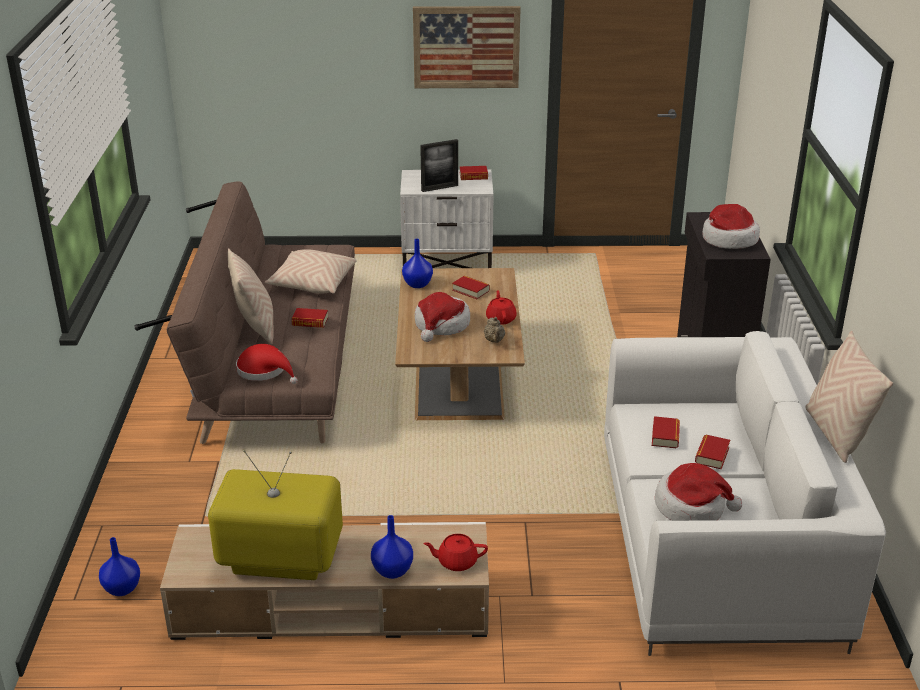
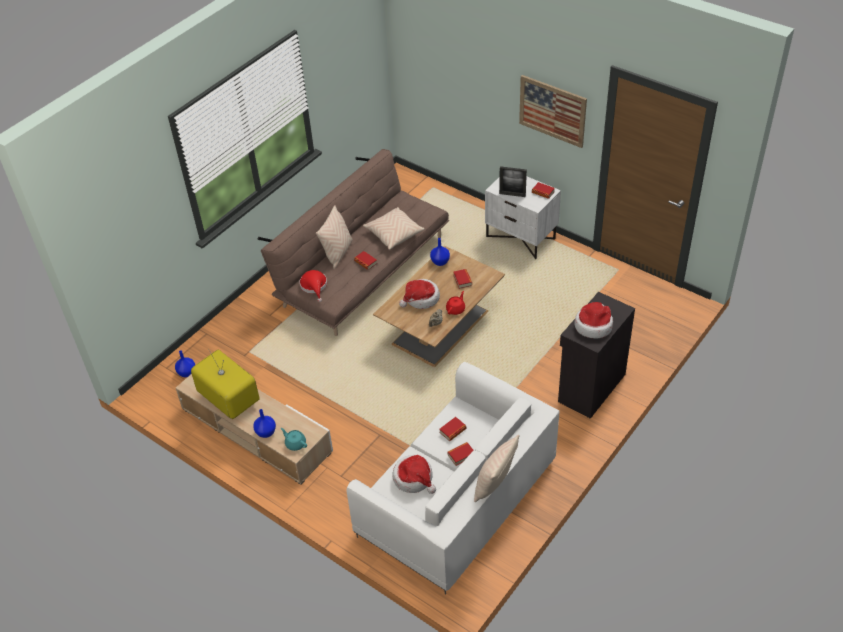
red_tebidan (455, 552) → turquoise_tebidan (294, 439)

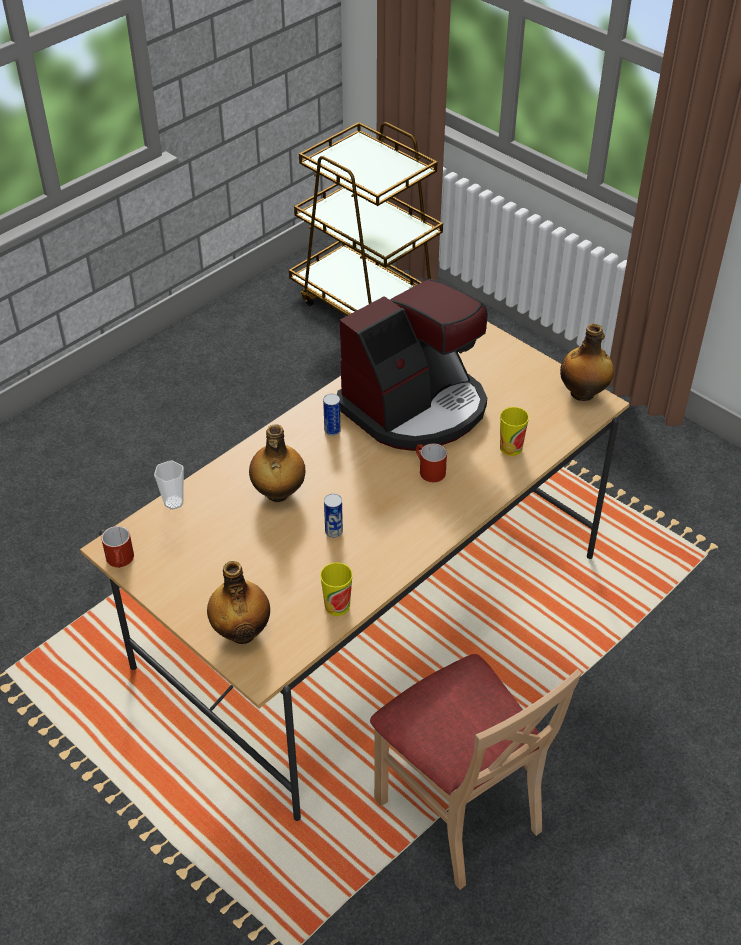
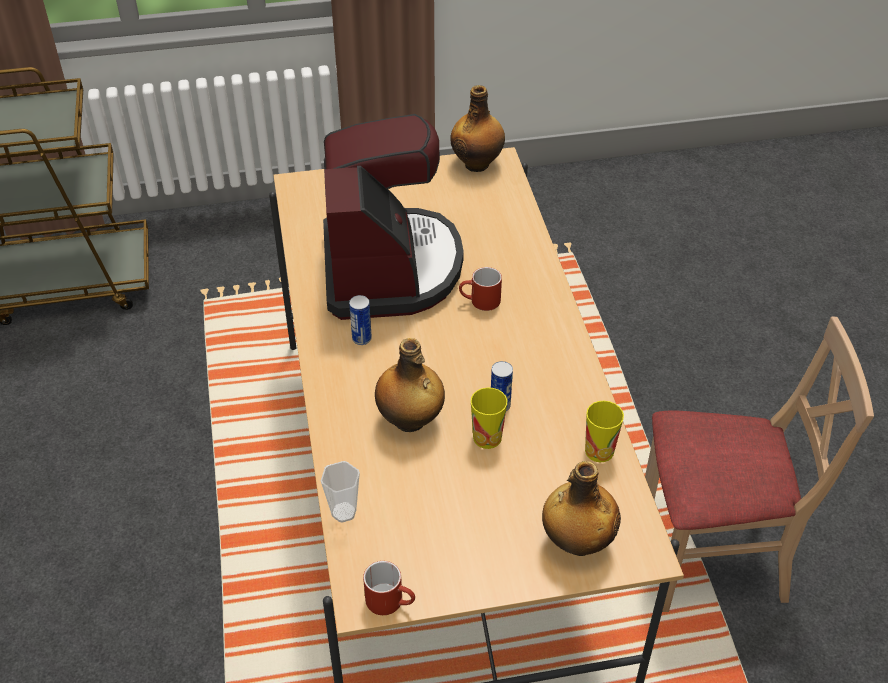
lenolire (514, 431) → lenolire (489, 418), move

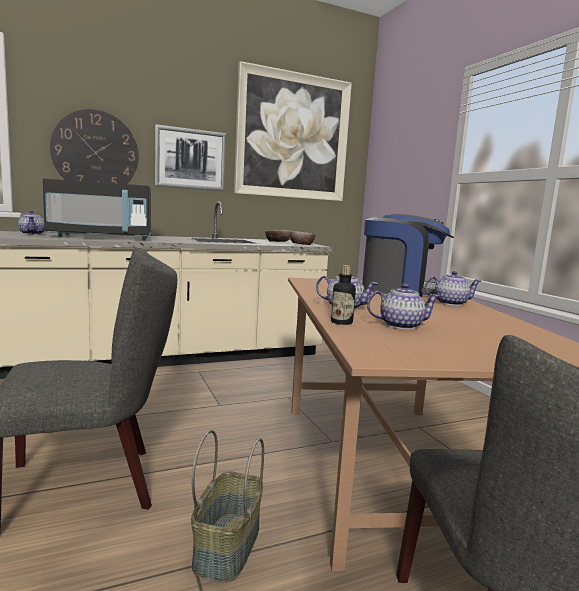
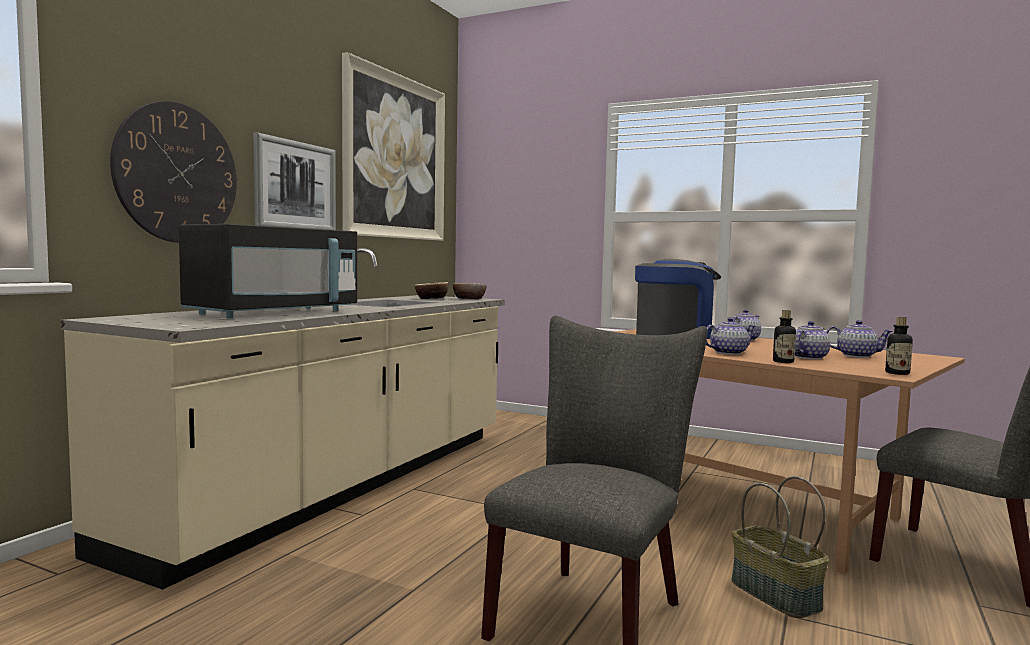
tebidan (31, 222) → tebidan (859, 339), move
- → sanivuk (899, 346)

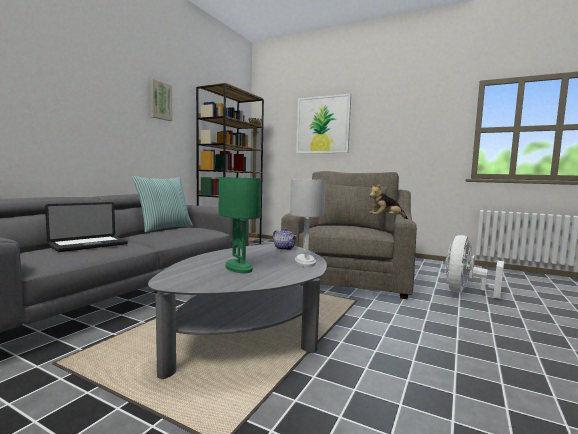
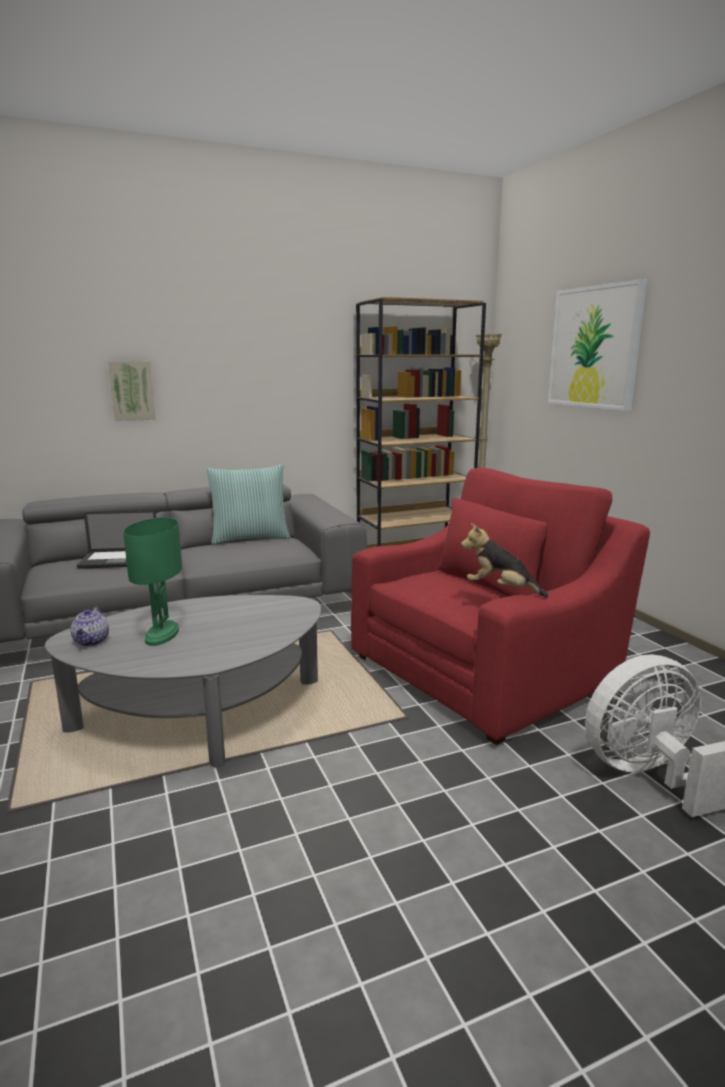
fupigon (161, 100) → fupigon (131, 391), move
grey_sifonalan (349, 235) → red_sifonalan (500, 606)
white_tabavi (308, 223) → -
tebidan (285, 239) → tebidan (90, 626), move

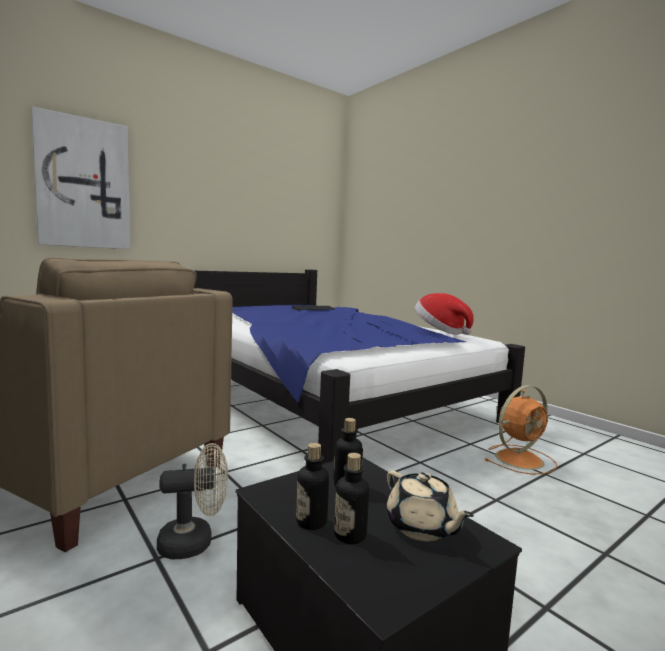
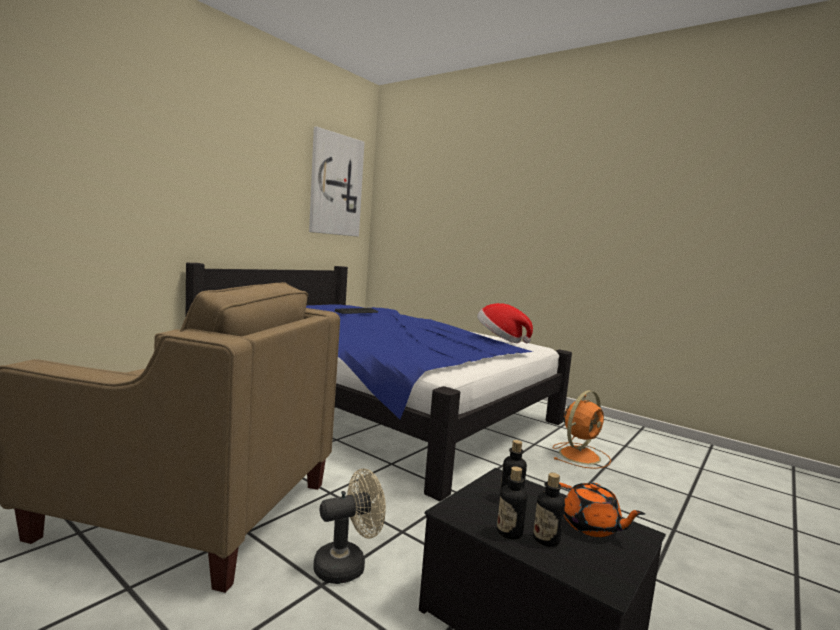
fupigon (80, 177) → fupigon (337, 181), move
beige_tebidan (430, 506) → orange_tebidan (602, 510)

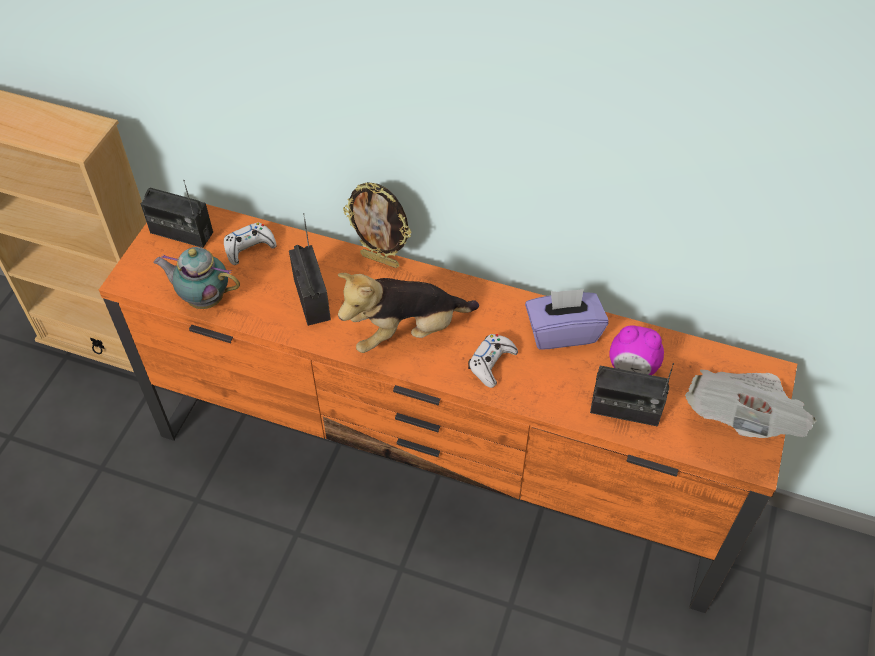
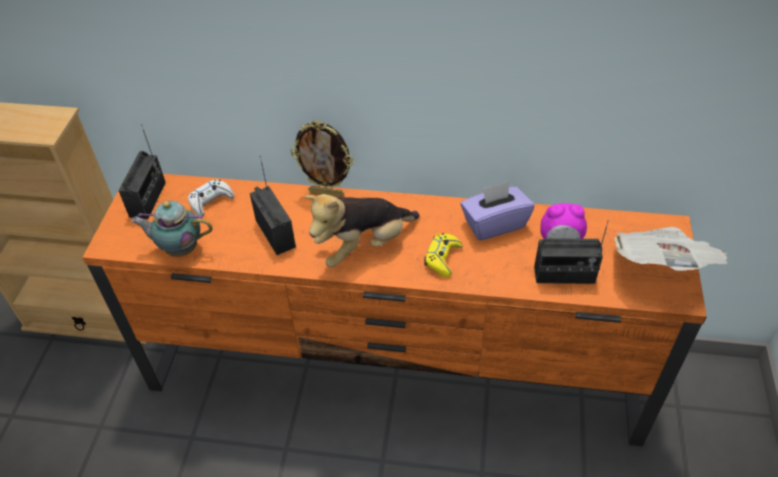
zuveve (177, 214) → zuveve (142, 171), 90 degrees counterclockwise
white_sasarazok (493, 361) → yellow_sasarazok (443, 255)

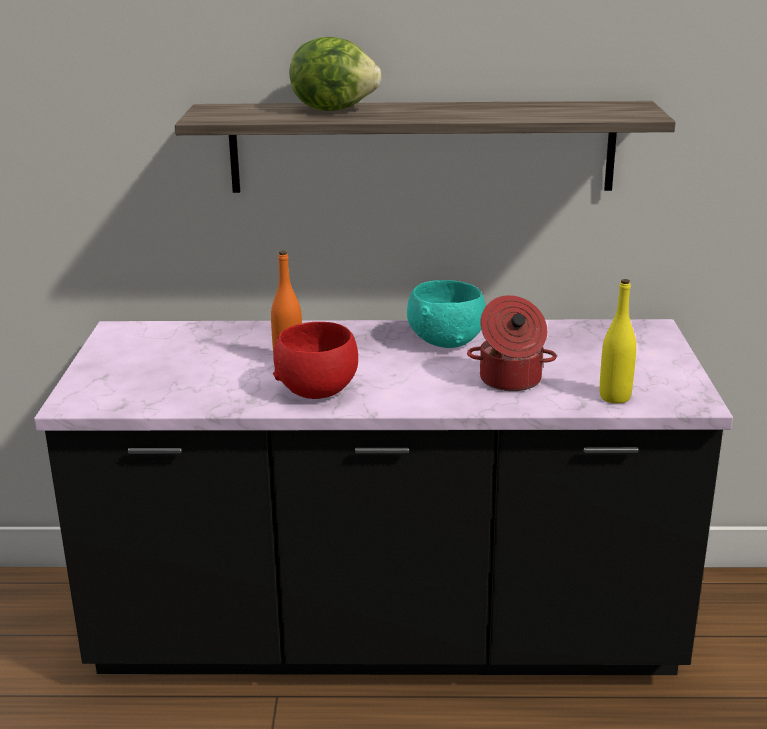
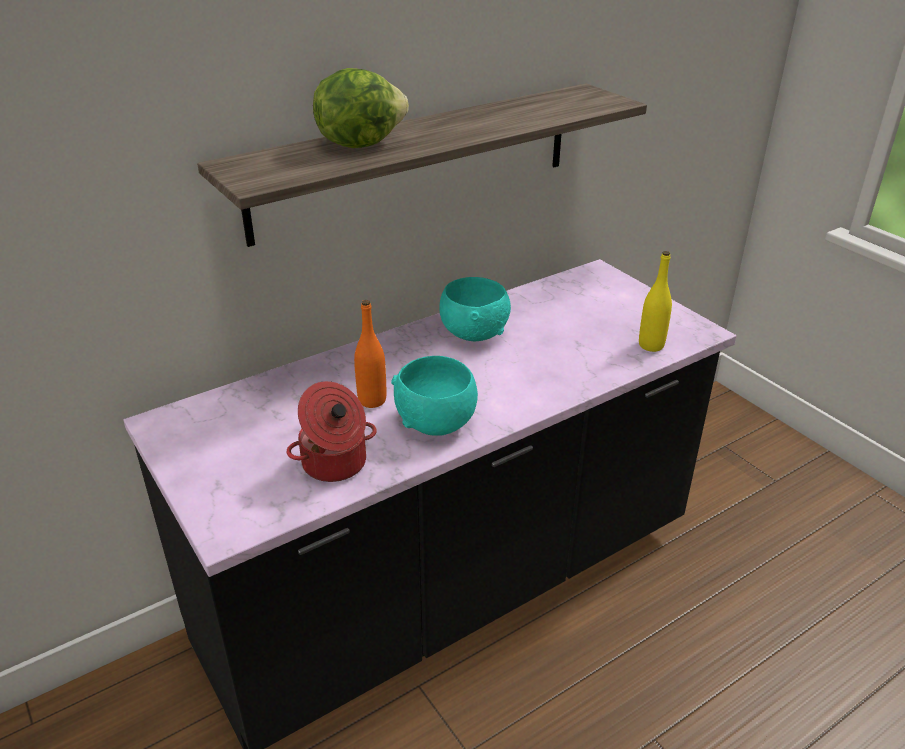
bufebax (512, 343) → bufebax (332, 431), move
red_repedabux (315, 360) → turquoise_repedabux (434, 396)

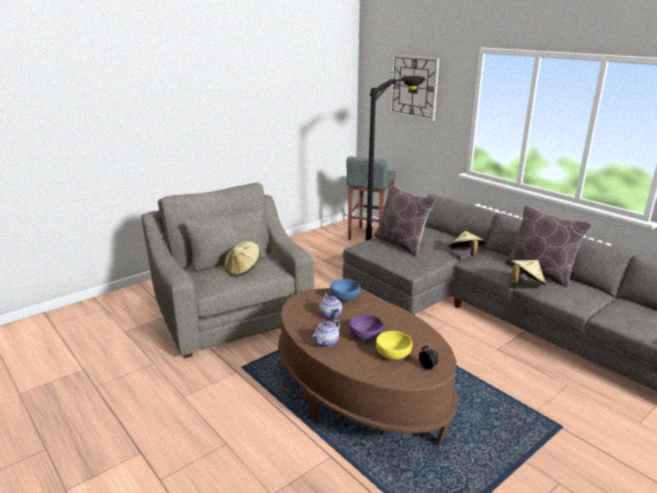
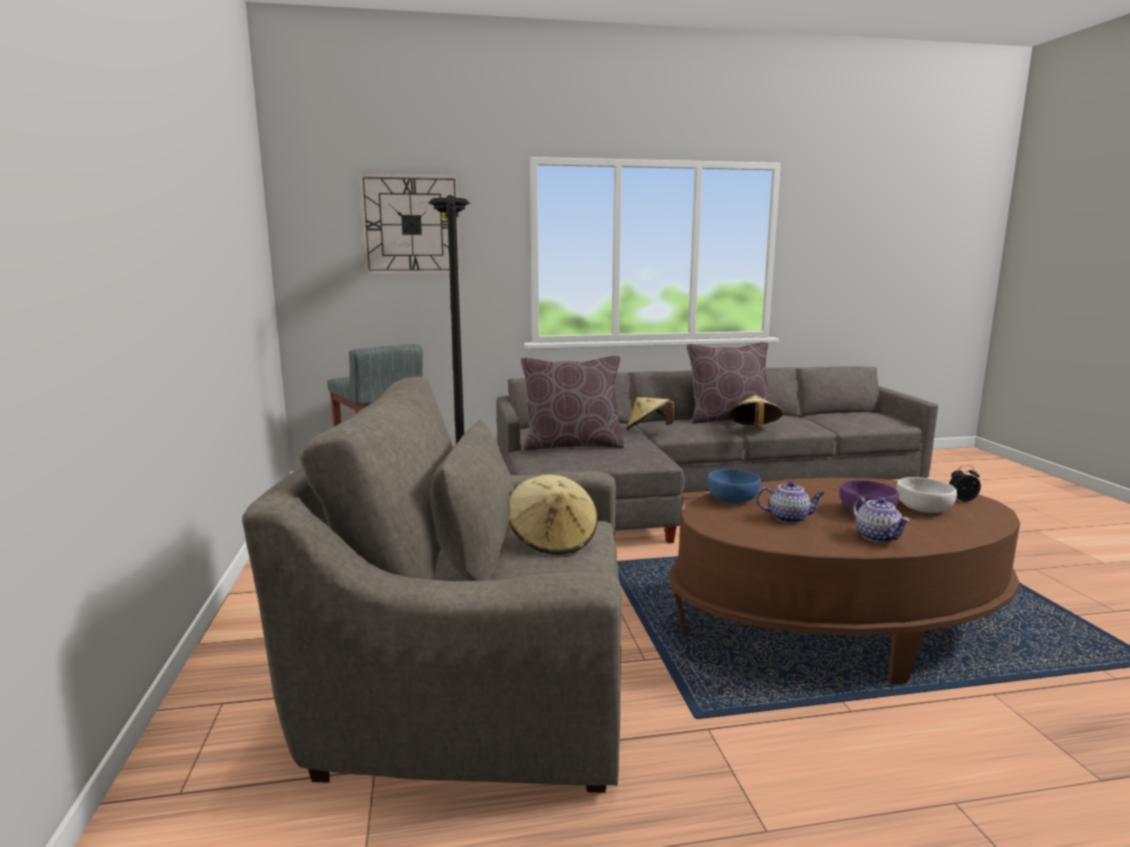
yellow_repedabux (394, 345) → white_repedabux (926, 495)

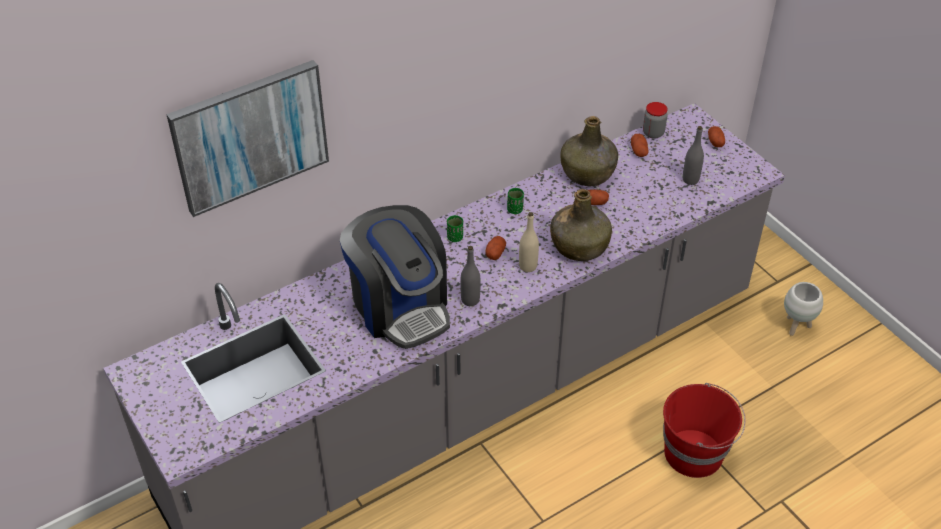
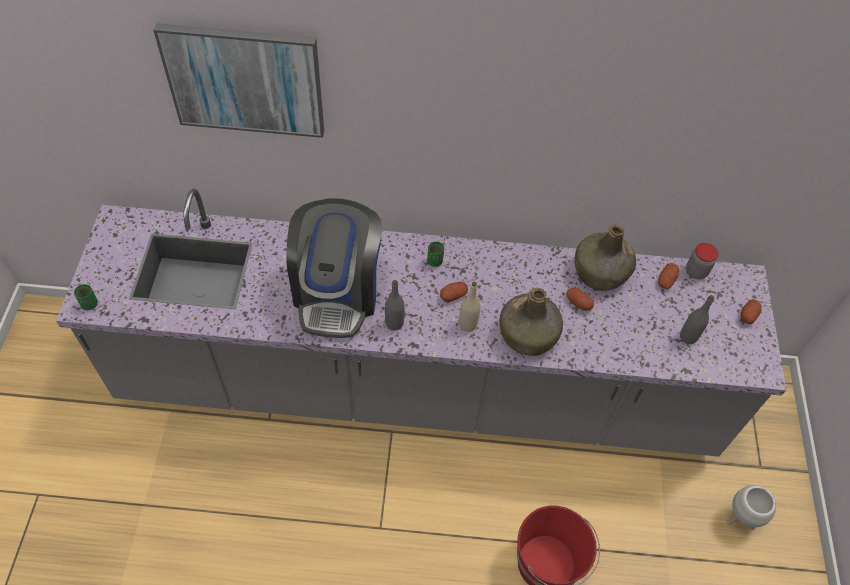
green_lenolire (515, 201) → green_lenolire (86, 297), move

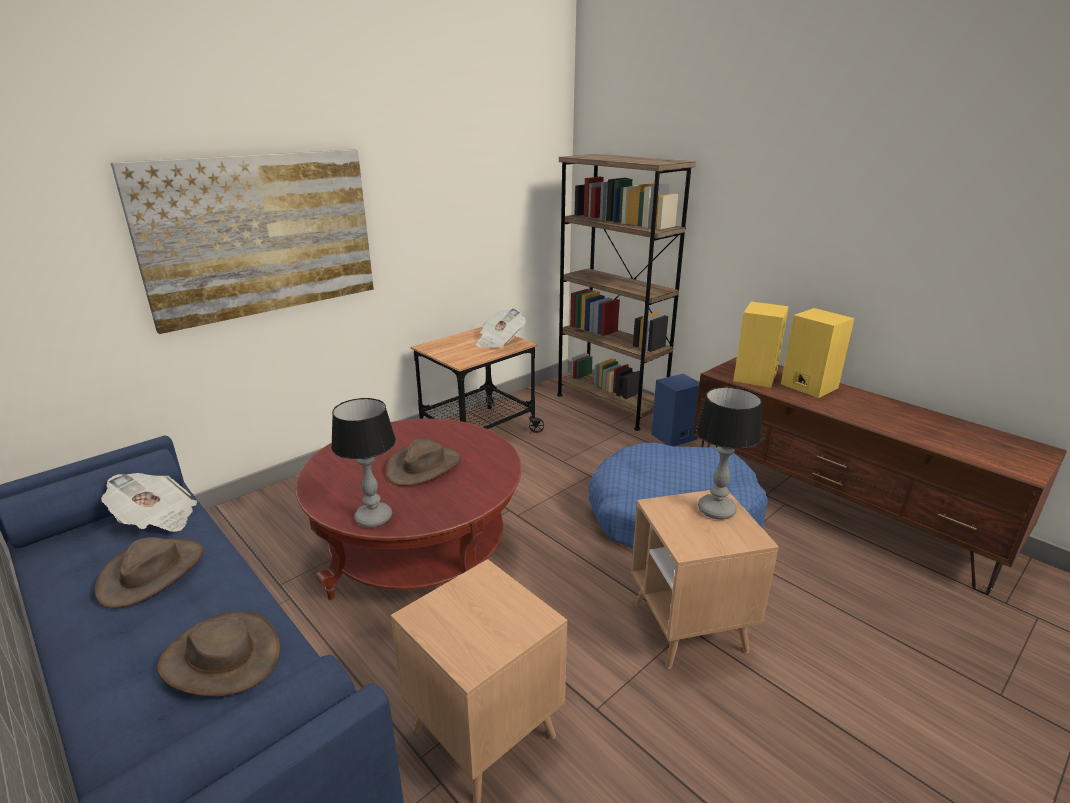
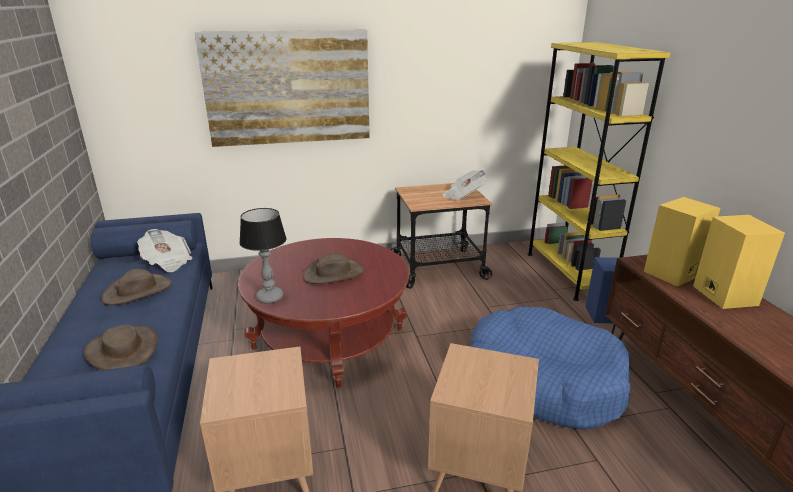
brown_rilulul (626, 292) → yellow_rilulul (599, 171)
tabavi (728, 453) → -

